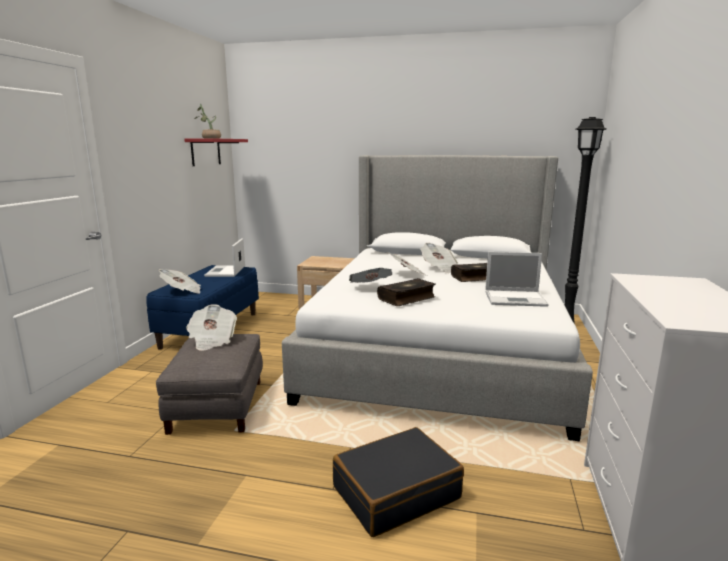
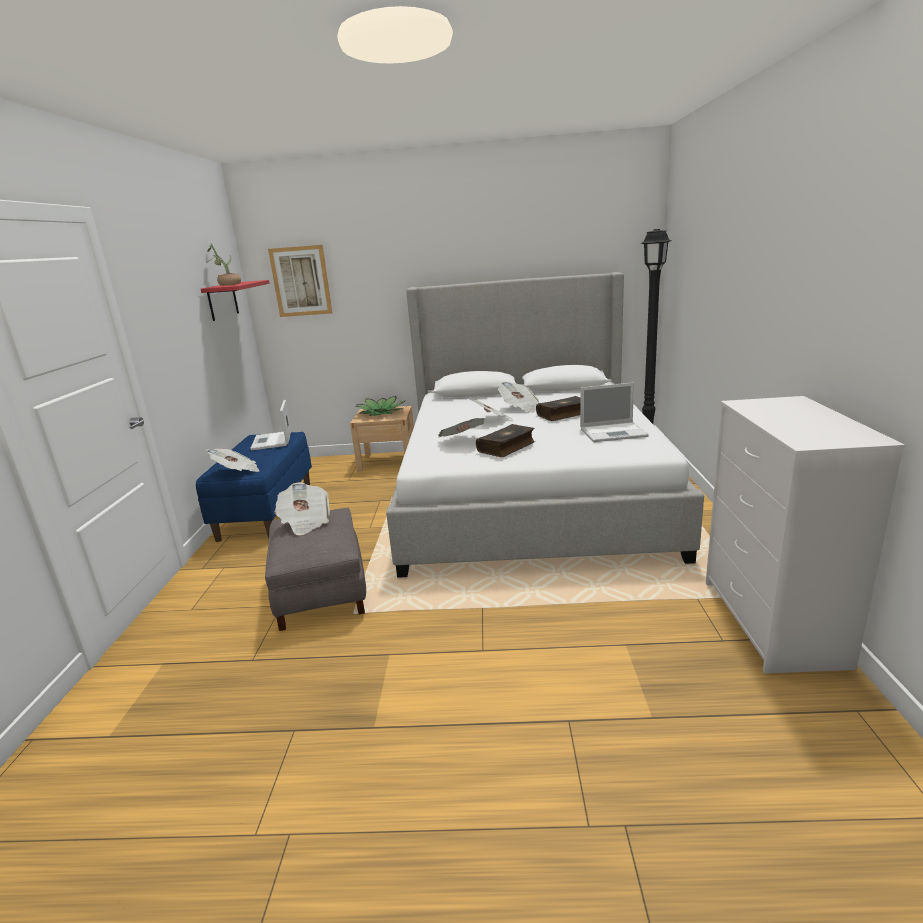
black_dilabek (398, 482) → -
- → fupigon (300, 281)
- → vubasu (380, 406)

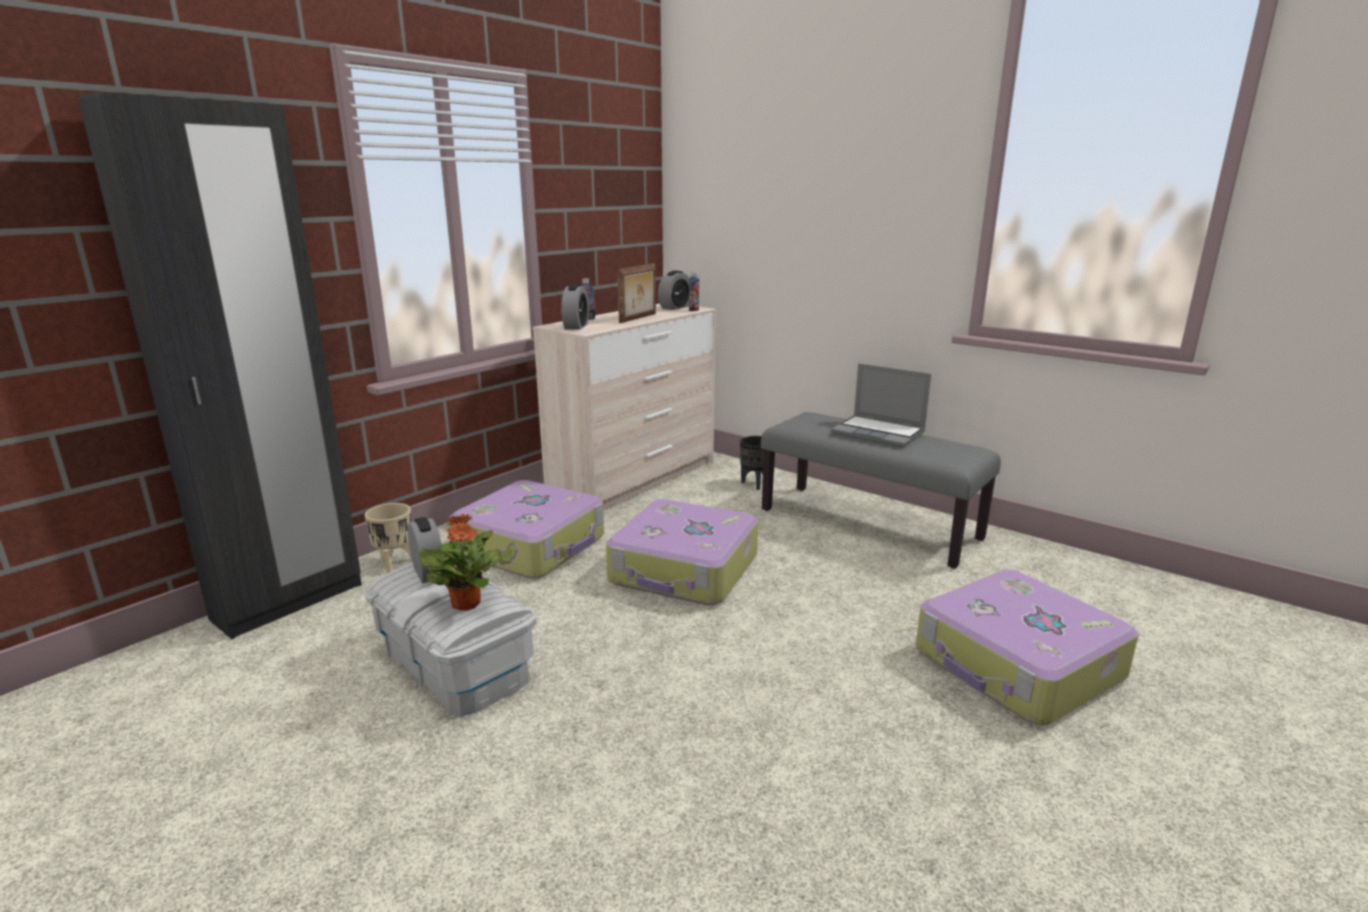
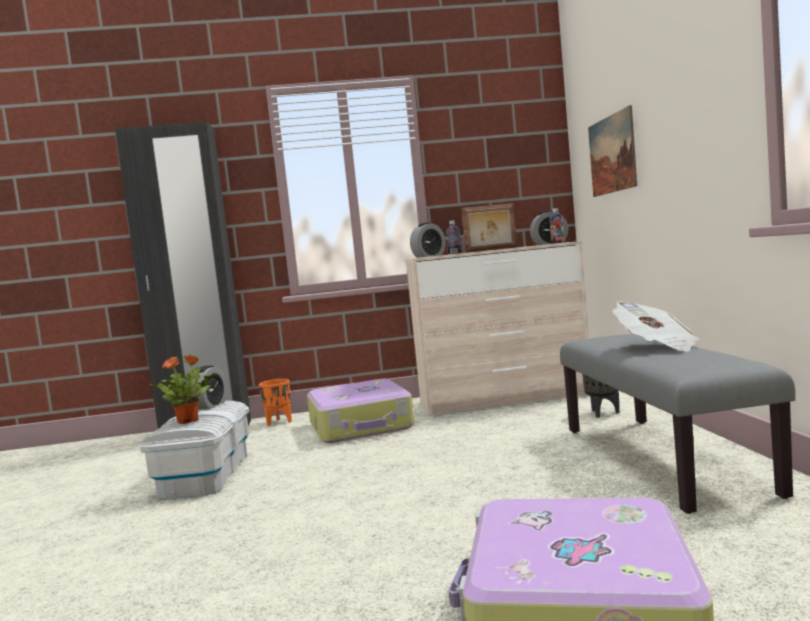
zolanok (881, 405) → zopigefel (655, 326)
dilabek (682, 552) → -
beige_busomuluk (388, 538) → orange_busomuluk (275, 402)
- → fupigon (612, 151)

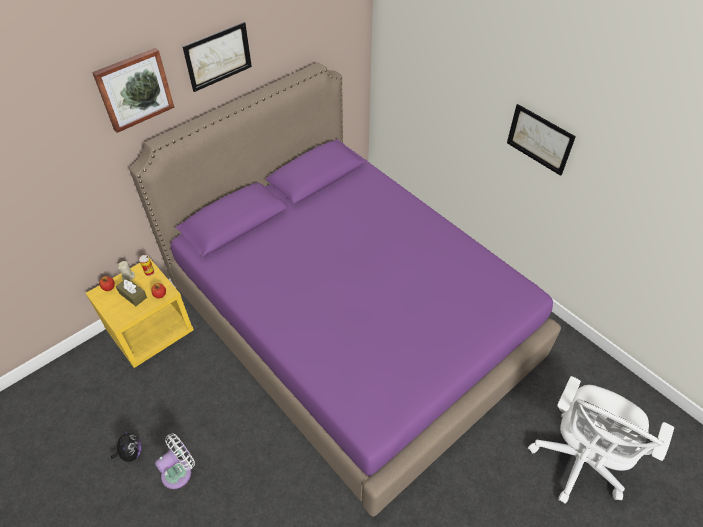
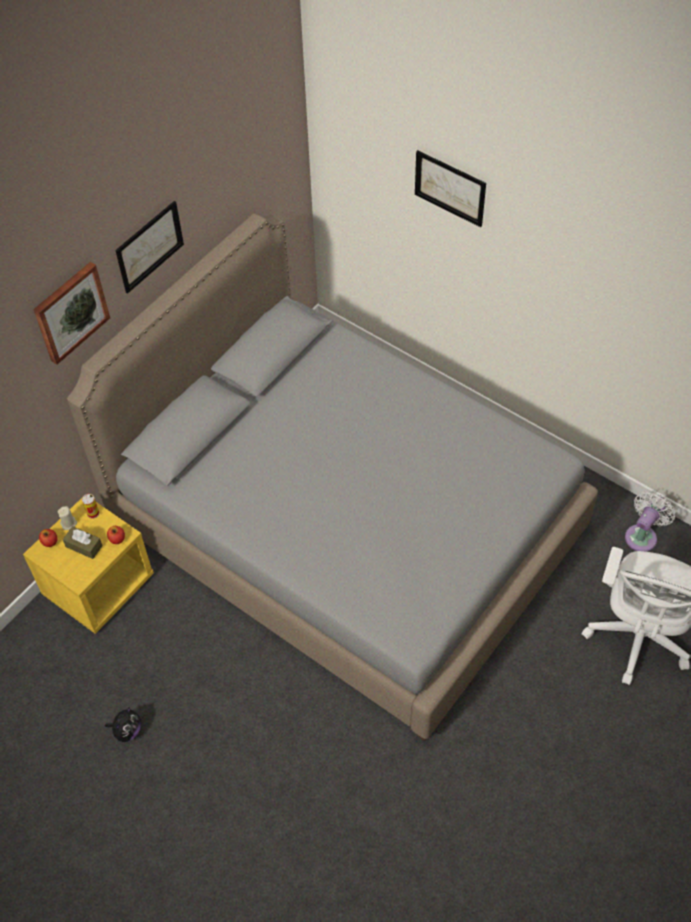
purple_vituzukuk (345, 289) → grey_vituzukuk (332, 477)
fupigon (541, 140) → fupigon (450, 188), move
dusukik (126, 446) → dusukik (123, 724), 45 degrees clockwise
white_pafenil (175, 461) → white_pafenil (650, 521), move

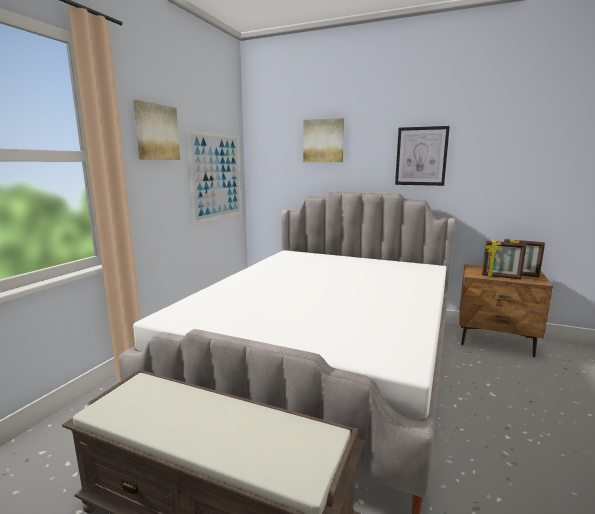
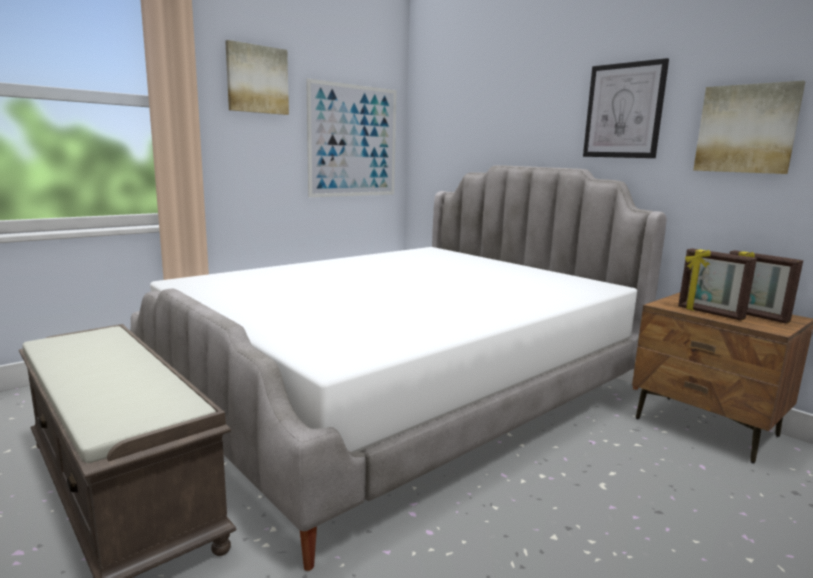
fupigon (323, 140) → fupigon (749, 127), move

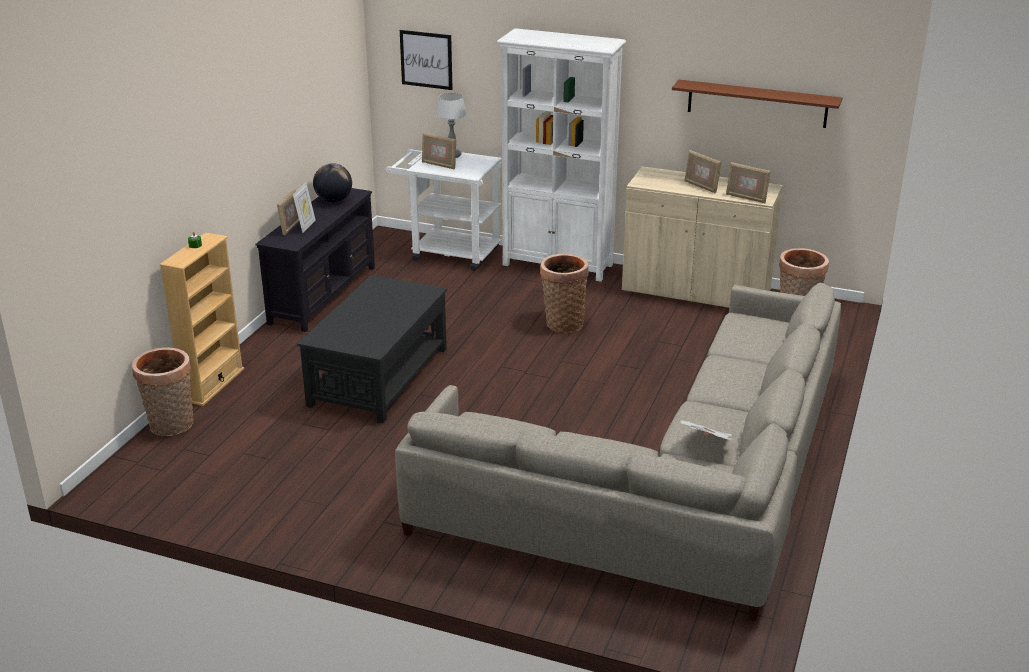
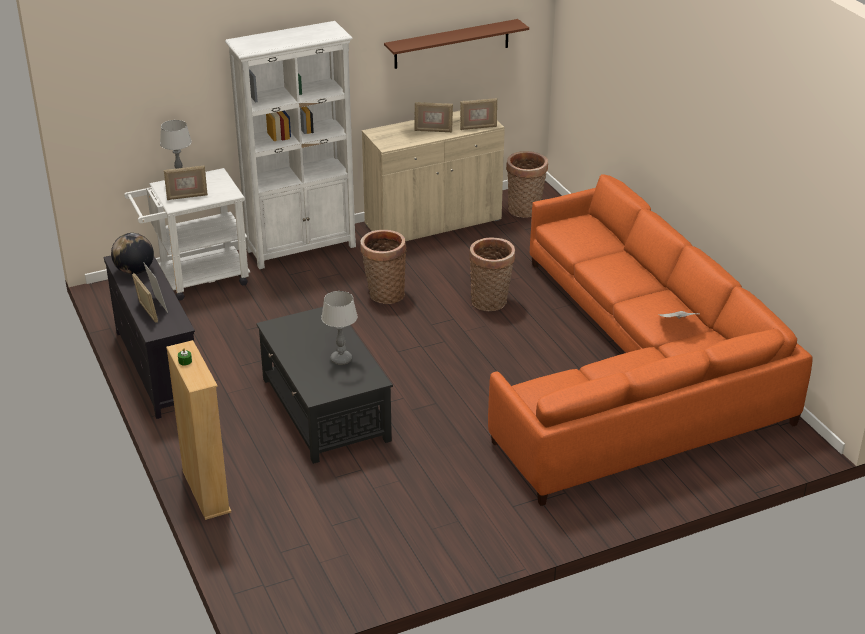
fupigon (426, 60) → -
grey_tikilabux (618, 452) → orange_tikilabux (650, 340)
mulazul (163, 391) → mulazul (492, 274), move
- → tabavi (339, 328)

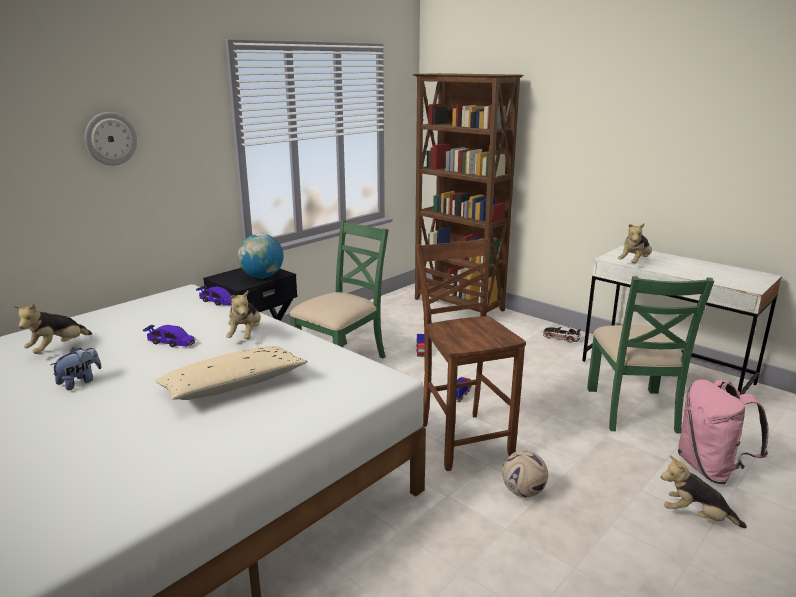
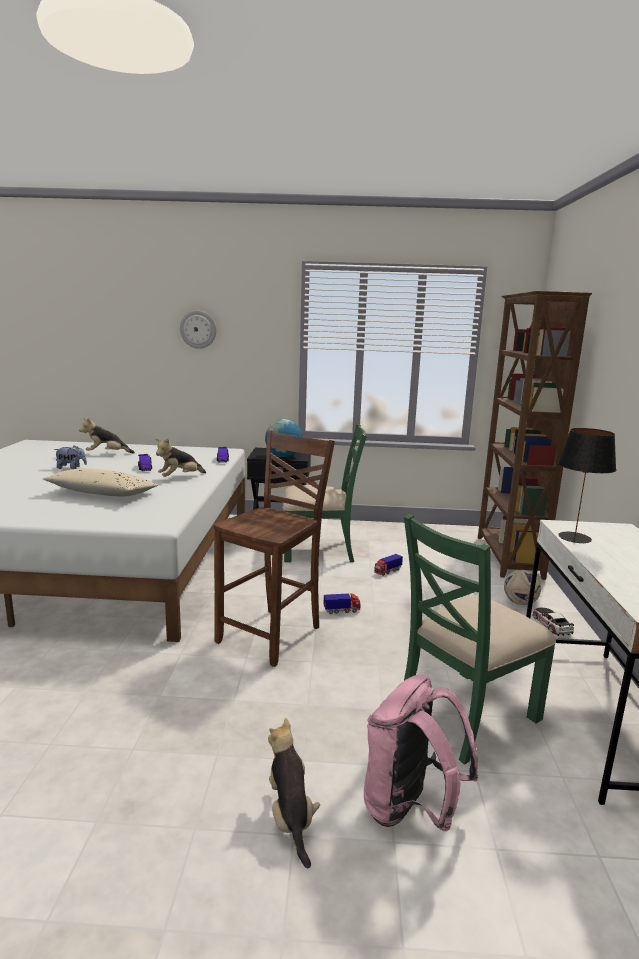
dusukik (635, 243) → black_tabavi (587, 485)
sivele (525, 473) → sivele (522, 587), move

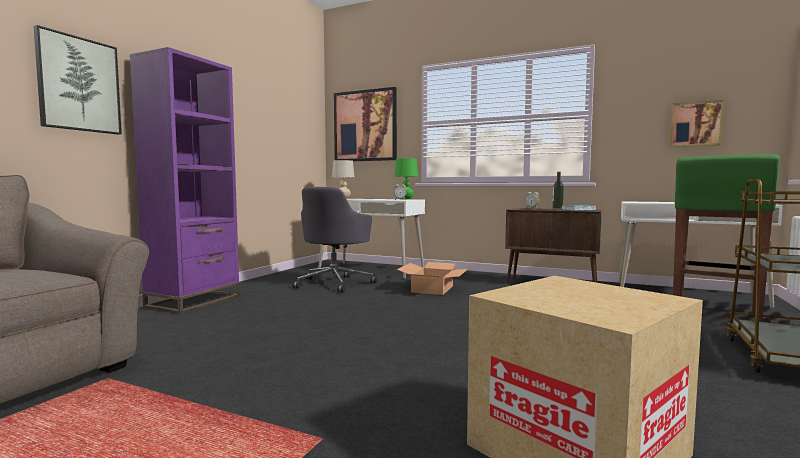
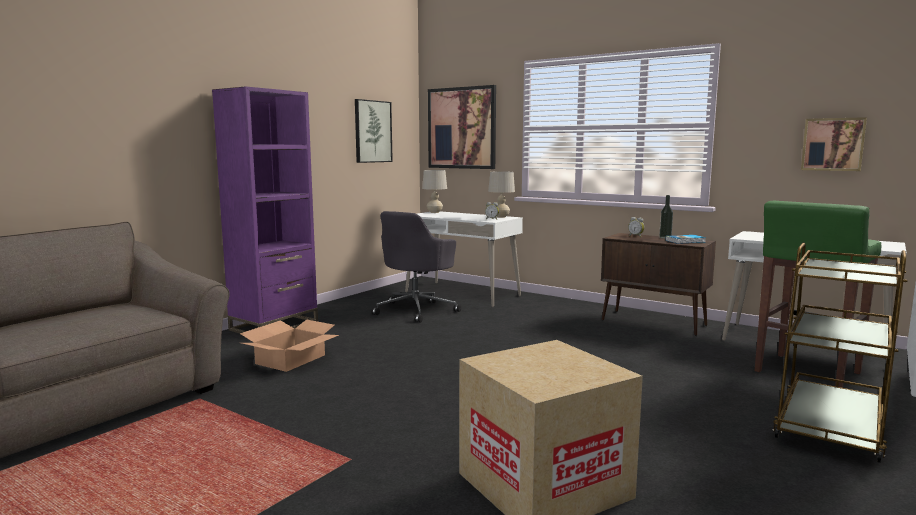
fupigon (78, 80) → fupigon (374, 131), move
green_tabavi (406, 179) → beige_tabavi (501, 194)
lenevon (432, 278) → lenevon (289, 346), move

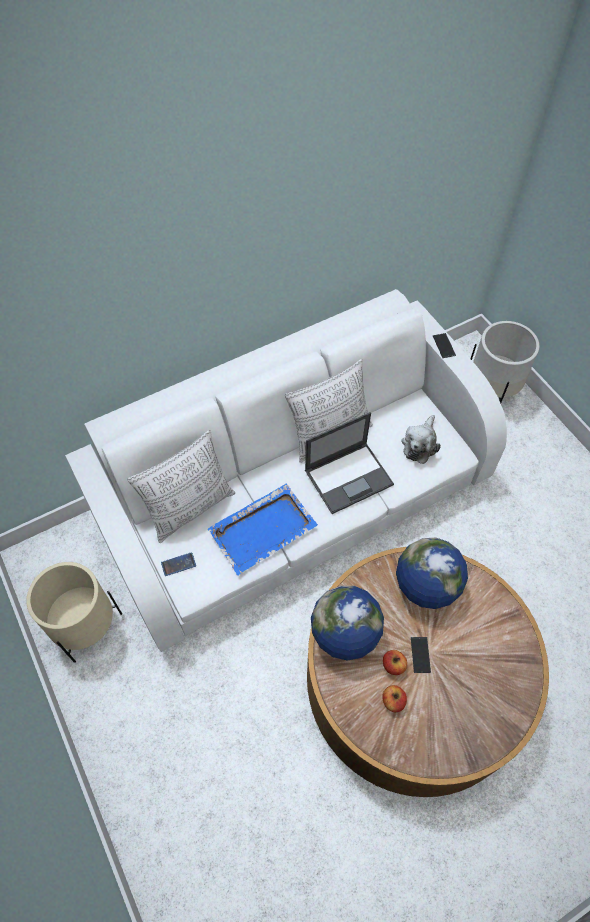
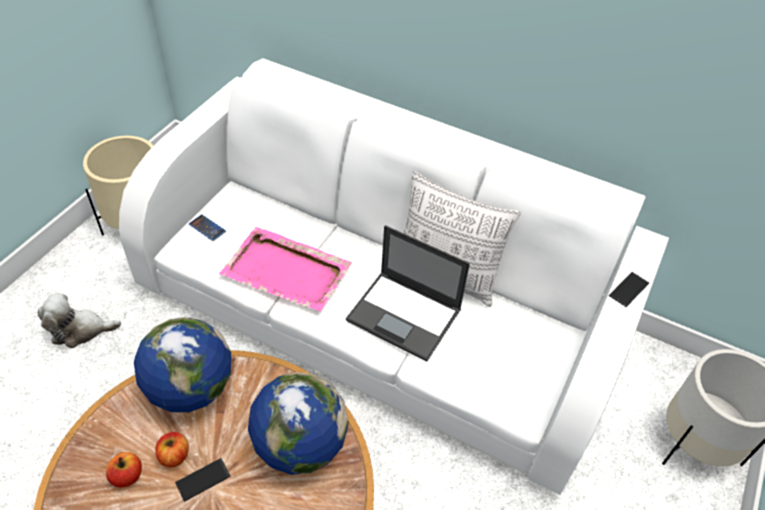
dusukik (421, 439) → dusukik (79, 321), move
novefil (181, 486) → -
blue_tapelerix (263, 529) → pink_tapelerix (285, 269)

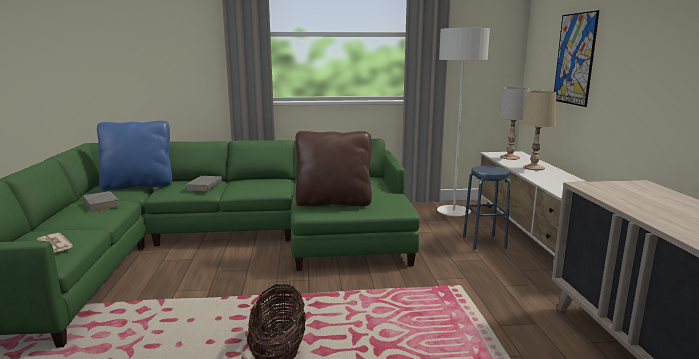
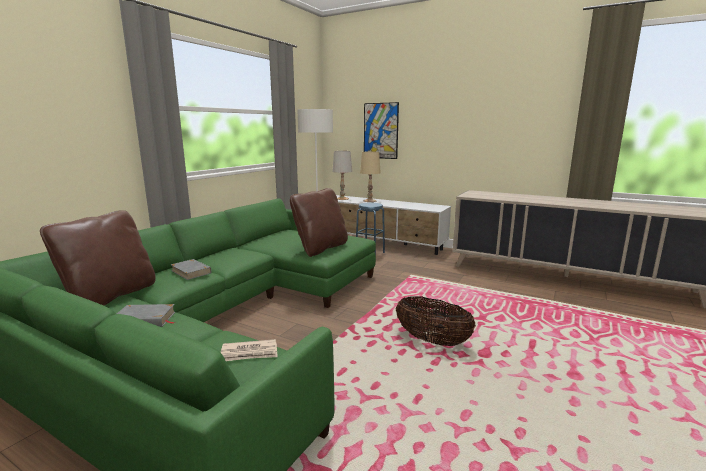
blue_novefil (134, 155) → brown_novefil (98, 258)

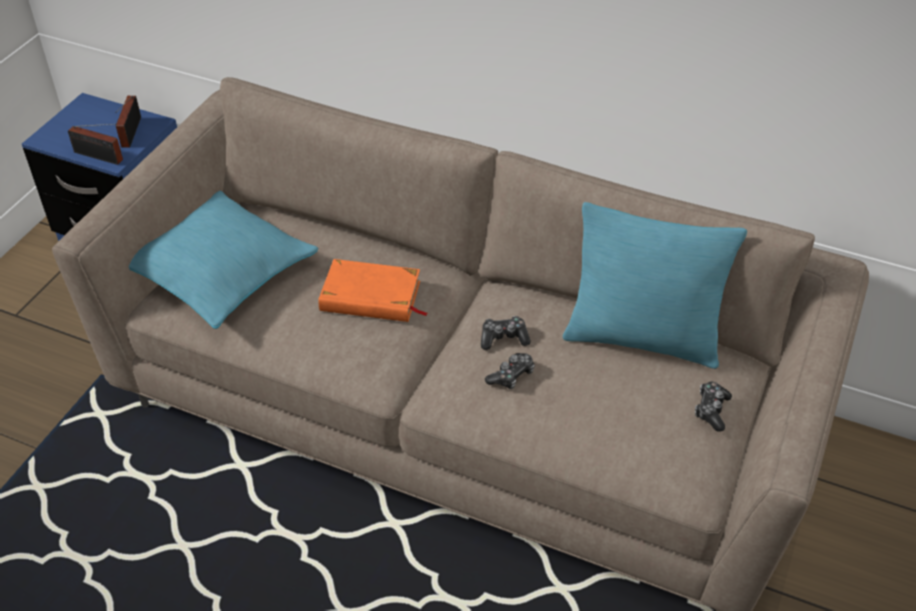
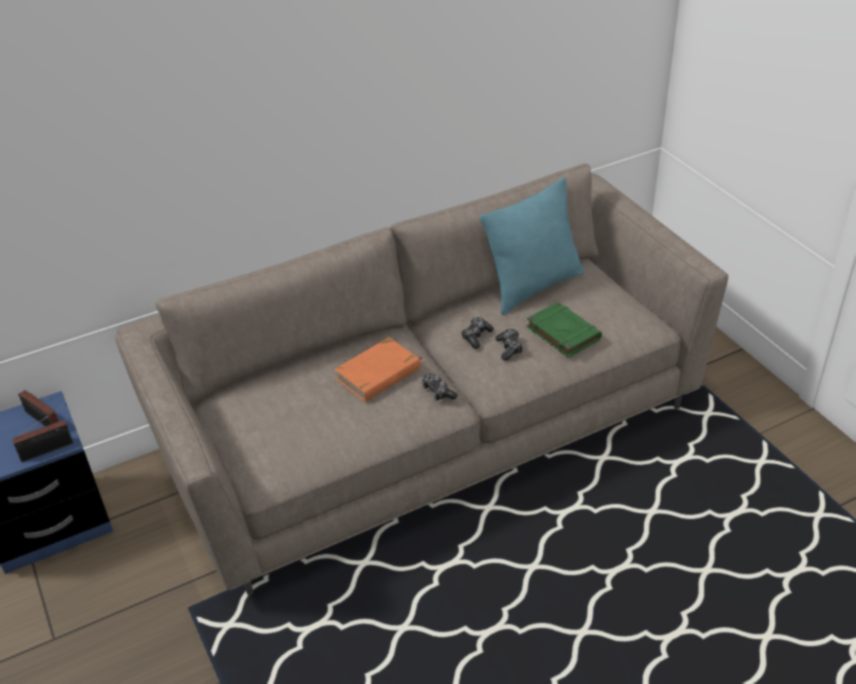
turquoise_novefil (224, 260) → -
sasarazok (713, 407) → sasarazok (439, 387), move
- → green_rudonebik (564, 330)

